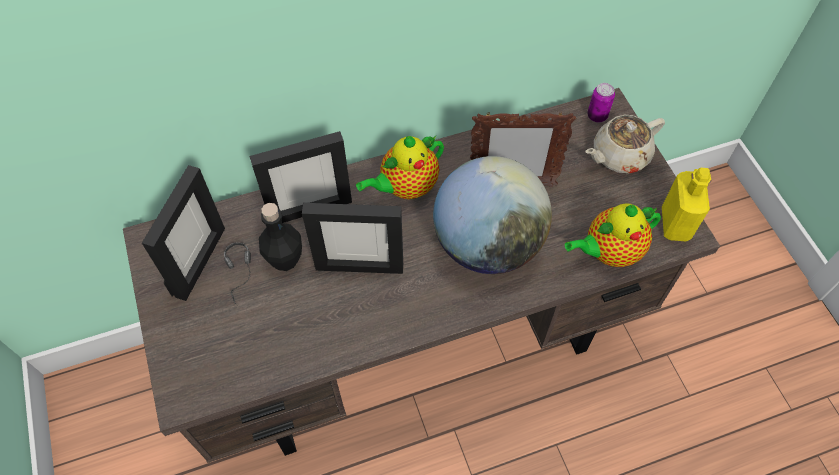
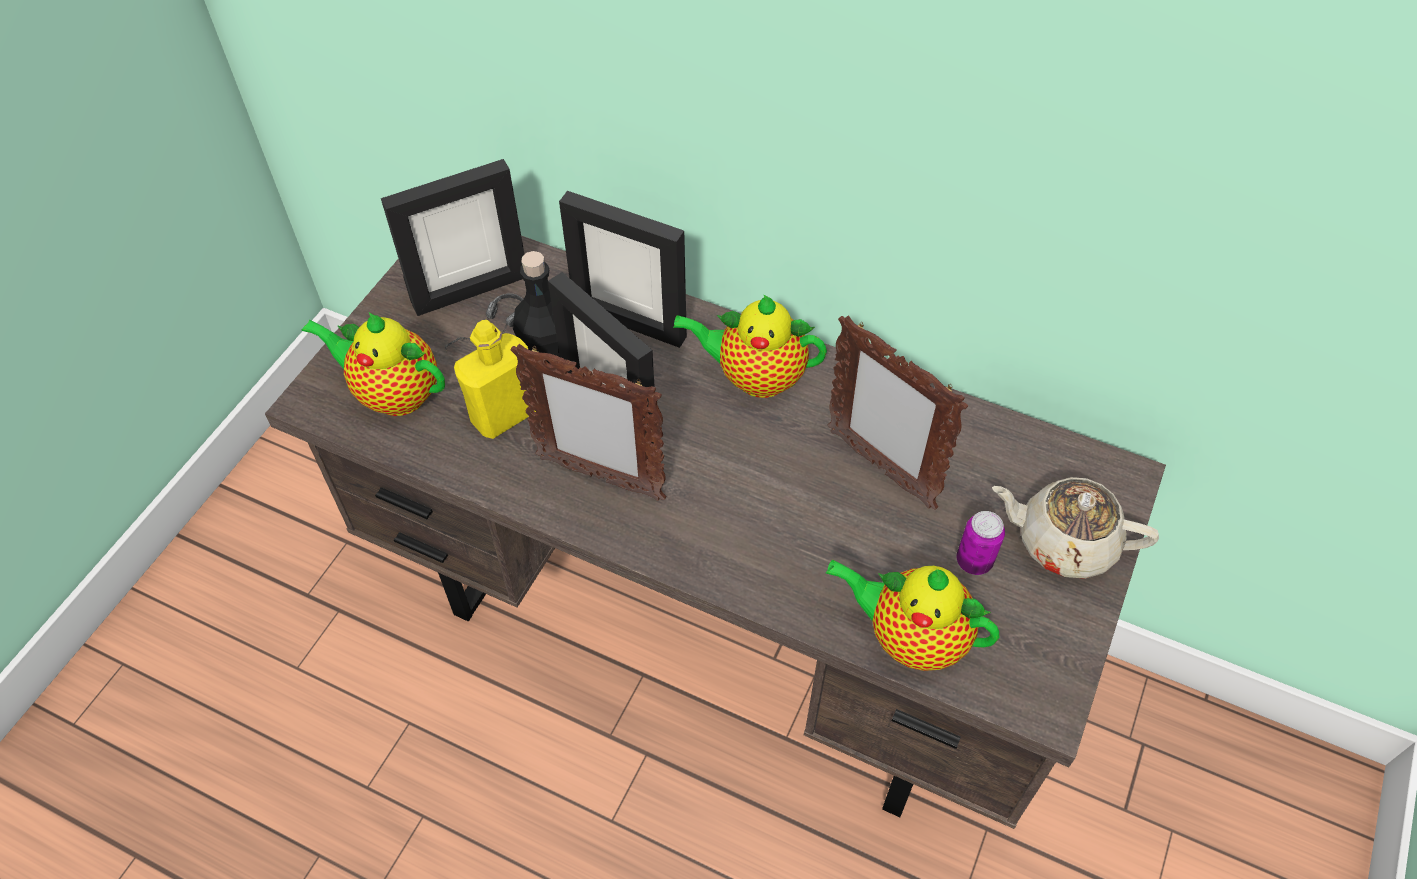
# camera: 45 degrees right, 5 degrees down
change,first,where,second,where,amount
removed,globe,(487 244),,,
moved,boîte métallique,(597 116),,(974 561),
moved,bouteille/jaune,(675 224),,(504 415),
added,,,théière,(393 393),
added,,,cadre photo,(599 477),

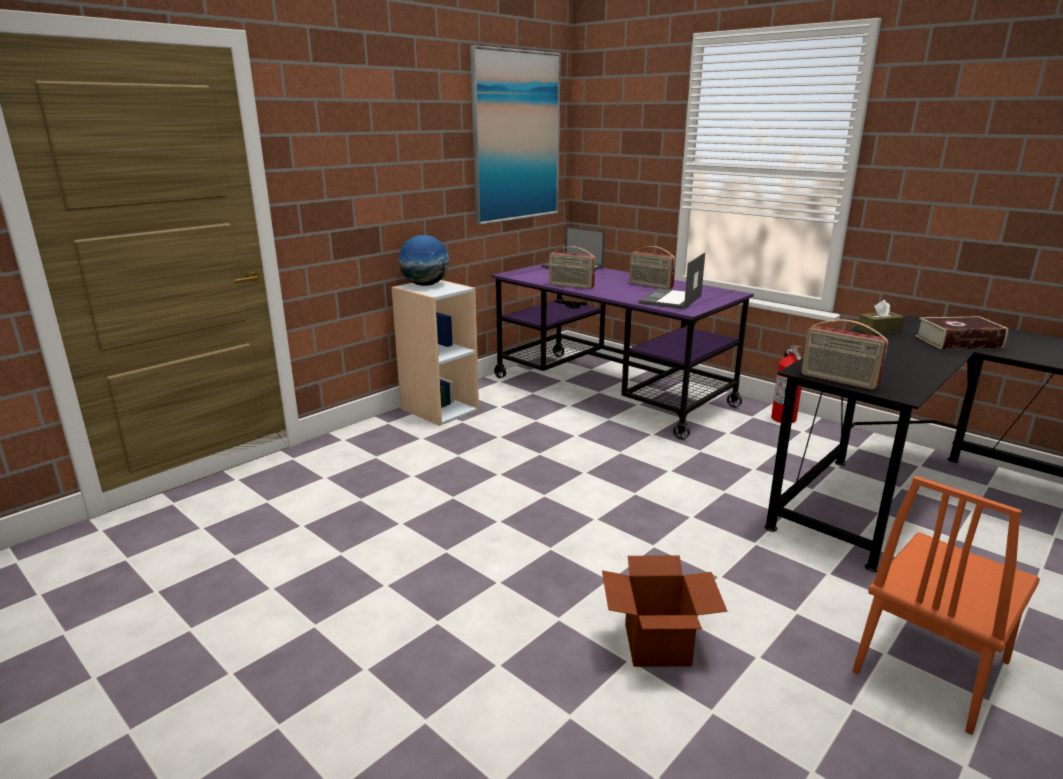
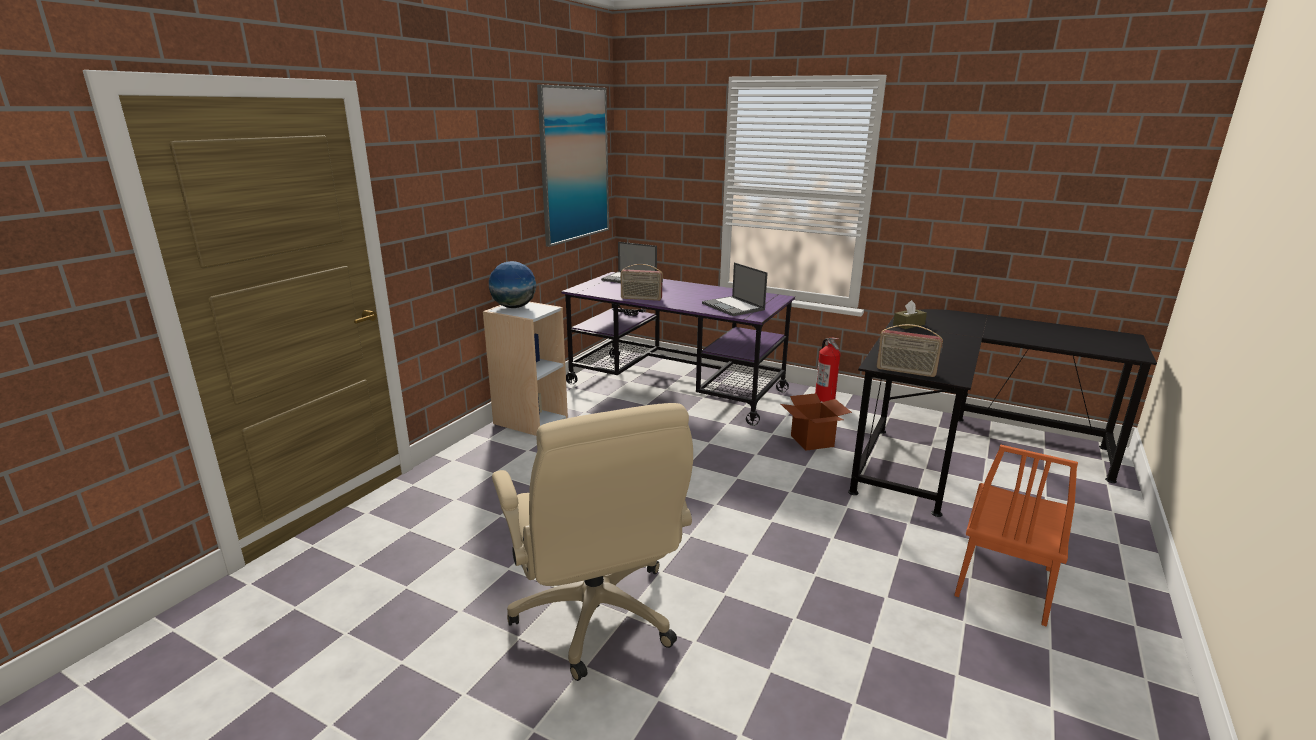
# camera: 15 degrees left, 0 degrees up
change,first,where,second,where,amount
moved,carton,(656 644),,(811 441),
removed,radio,(650 286),,,
turned,ordinateur portable,(670 300),,(733 307),45 degrees counterclockwise
removed,livre,(958 342),,,
added,,,chaise de bureau/beige,(597 622),

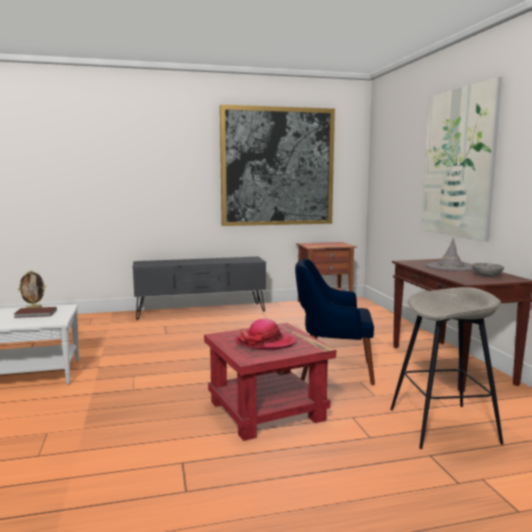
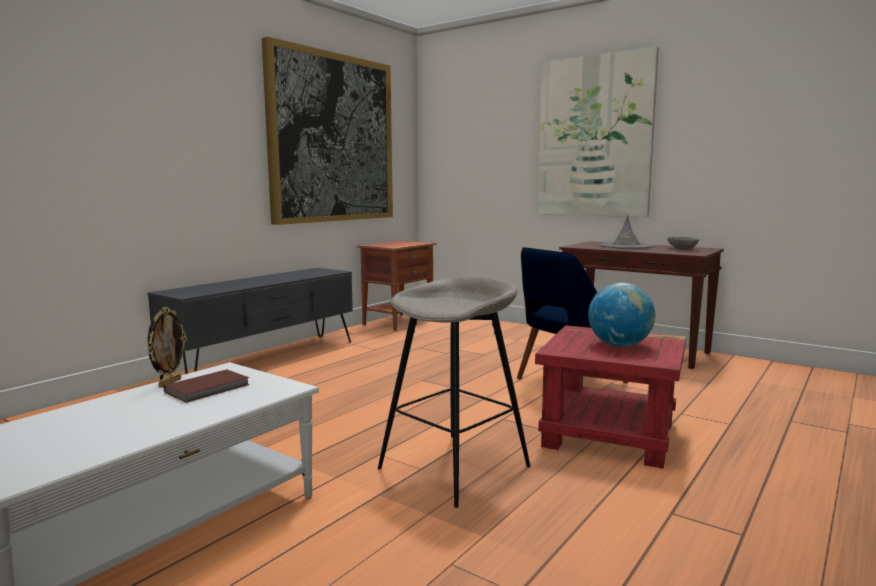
# camera: 40 degrees left, 0 degrees up
change,first,where,second,where,amount
replaced,chapeau,(265 343),globe,(619 345),
moved,tabouret/gris,(443 426),,(455 467),

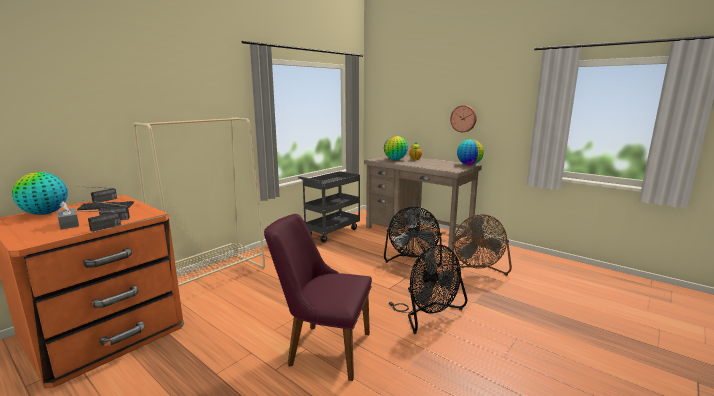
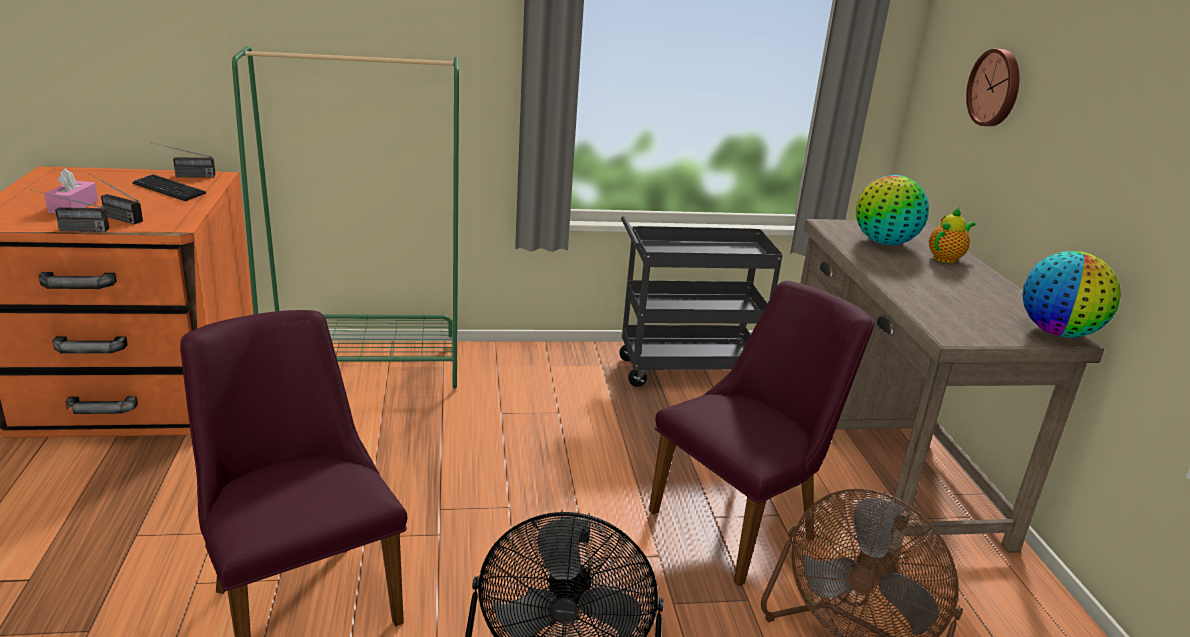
# camera: 40 degrees right, 10 degrees up
change,first,where,second,where,amount
removed,globe,(45 213),,,
recoloured,boîte à mouchoirs/gris,(69 224),boîte à mouchoirs/rose,(73 206),
recoloured,portant/beige,(212 276),portant/vert,(364 366),
replaced,ventilateur/noir,(410 260),chaise/violet,(745 521),
moved,horloge murale,(463 118),,(996 88),

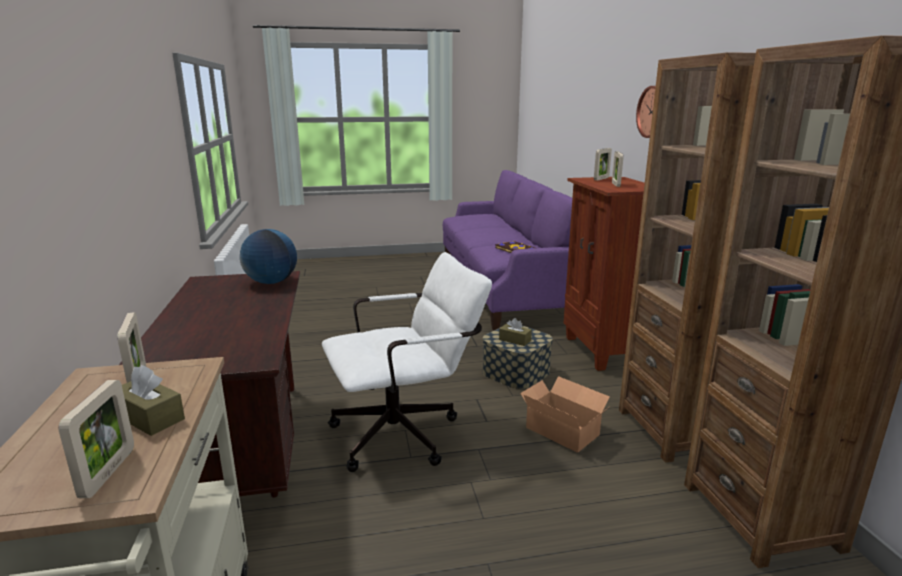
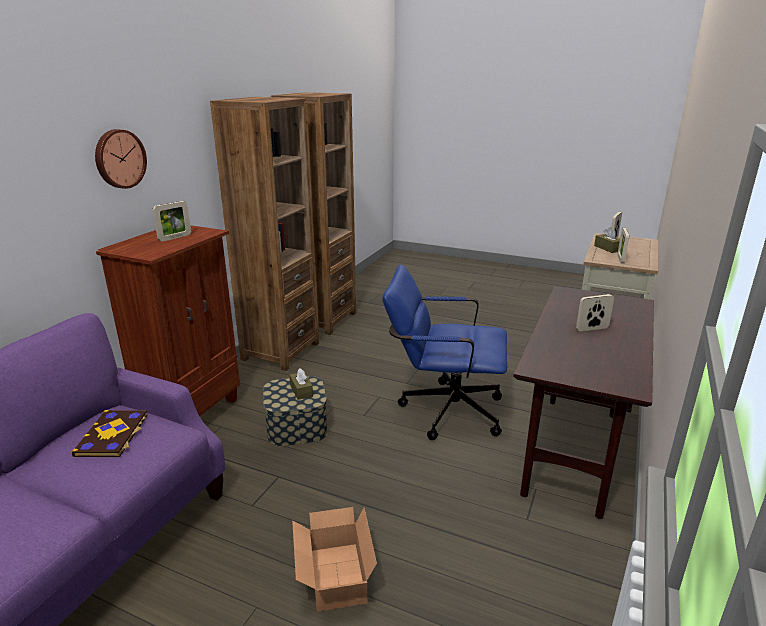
# camera: 145 degrees left, 5 degrees up
change,first,where,second,where,amount
removed,globe,(271 282),,,
recoloured,chaise de bureau/blanc,(406 432),chaise de bureau/bleu,(443 410),
moved,carton,(562 429),,(334 578),
moved,cadre photo,(601 179),,(592 329),

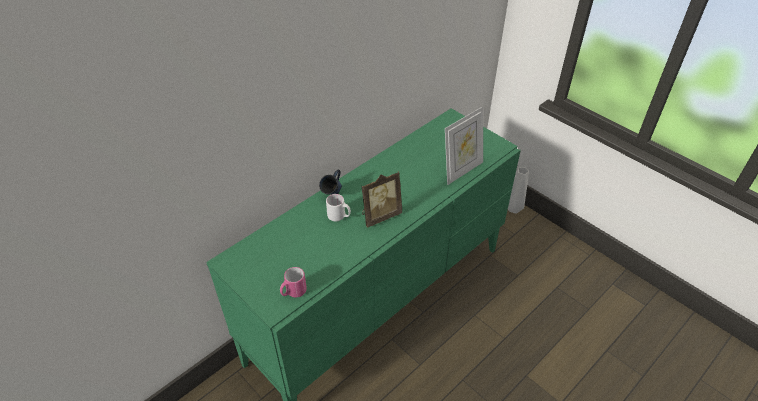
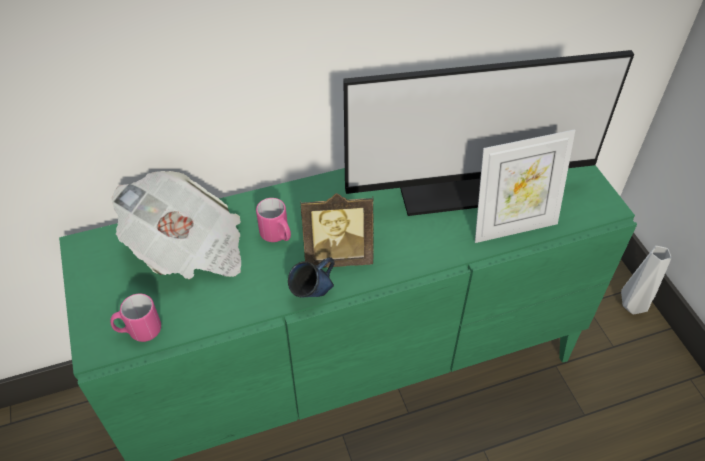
# camera: 25 degrees right, 5 degrees up
change,first,where,second,where,amount
moved,mug/bleu,(332 195),,(313 295),
recoloured,mug/blanc,(339 217),mug/rose,(277 236),
added,,,journal,(189 248),
added,,,écran d'ordinateur,(464 182),

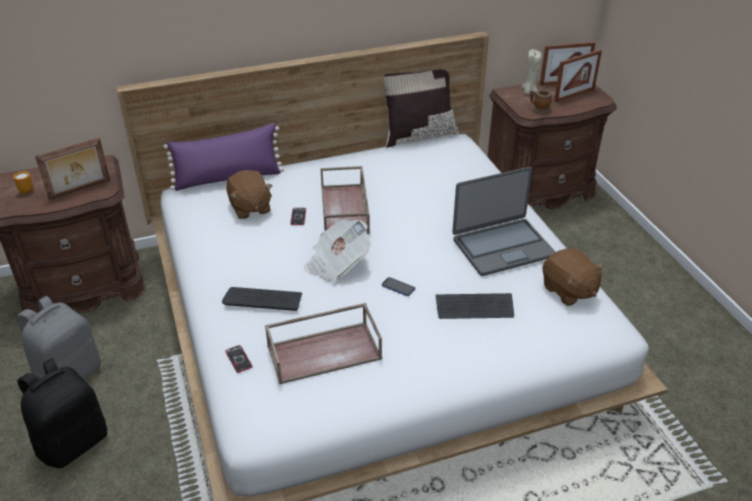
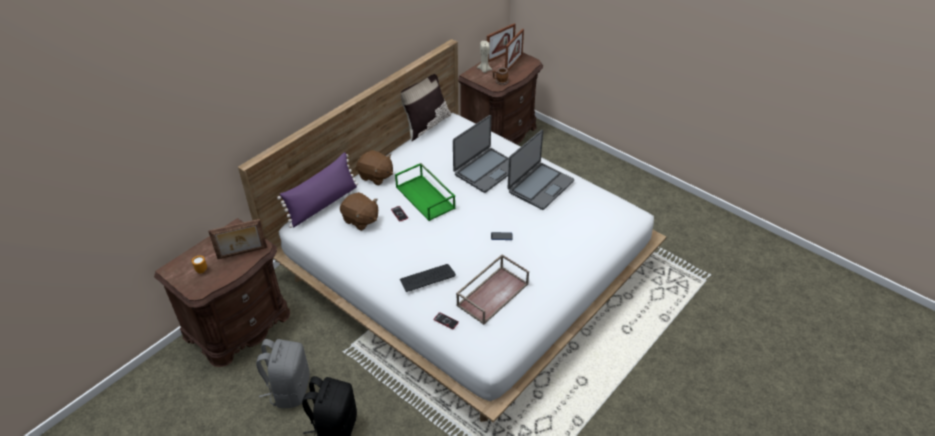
# camera: 30 degrees left, 5 degrees up
change,first,where,second,where,amount
turned,cadre photo,(80 190),,(242 253),45 degrees clockwise
removed,journal,(337 264),,,
recoloured,plateau/marron,(345 210),plateau/vert,(426 197),
removed,clavier,(474 307),,,
moved,peluche/marron,(568 291),,(376 176),
added,,,ordinateur portable,(486 170),

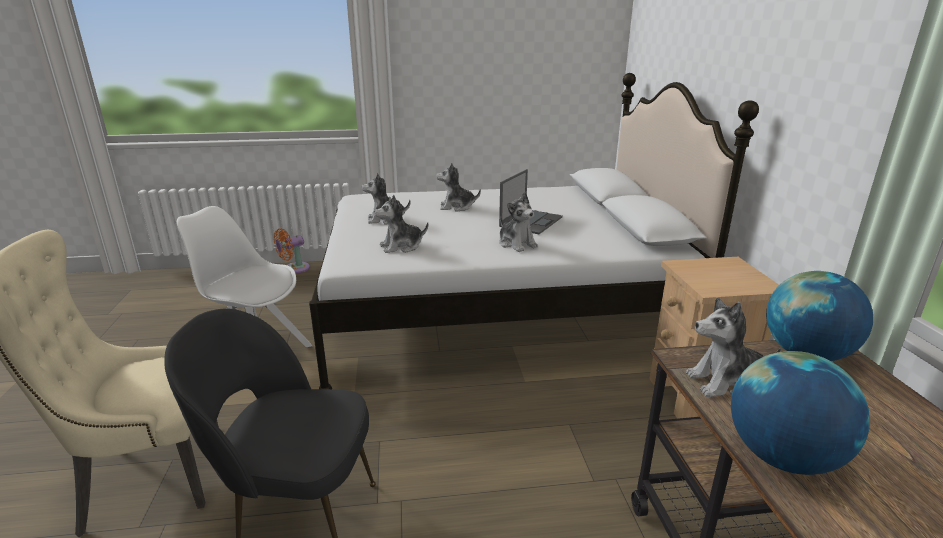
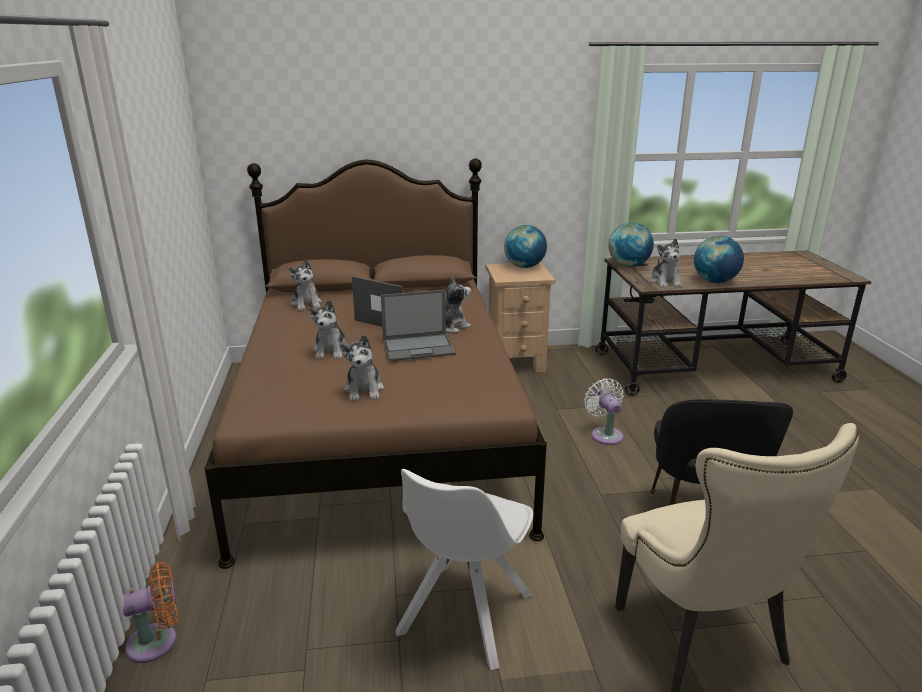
# camera: 90 degrees left, 0 degrees up
change,first,where,second,where,amount
turned,ventilateur/orange,(294 269),,(157 641),75 degrees counterclockwise
recoloured,lit/blanc,(498 313),lit/marron,(381 433),
moved,peluche,(401 246),,(306 304),
added,,,ordinateur portable,(419 347),
added,,,globe,(524 266),
added,,,ventilateur/blanc,(605 434),

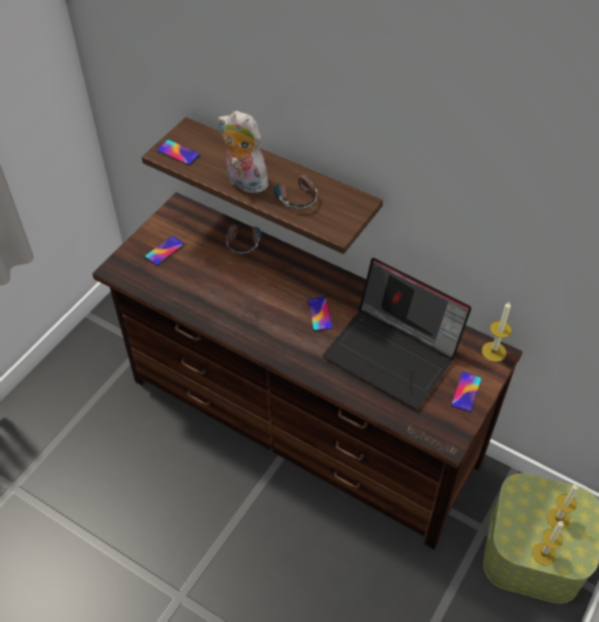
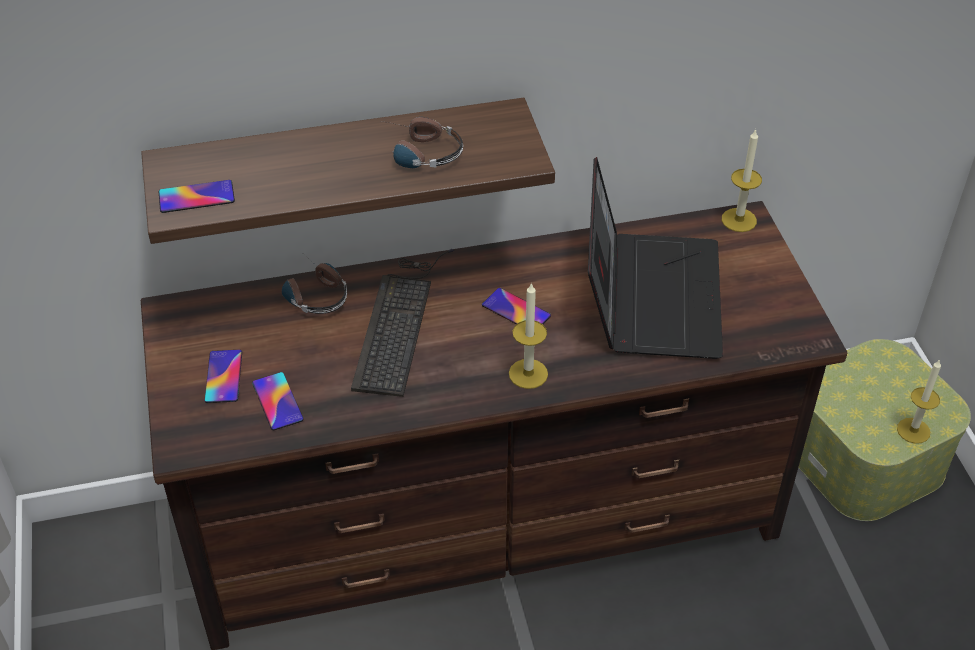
# camera: 45 degrees left, 5 degrees down
change,first,where,second,where,amount
removed,peluche,(244 182),,,
turned,ordinateur portable,(394 354),,(649 294),75 degrees counterclockwise
moved,téléphone,(466 392),,(277 401),
moved,bougie,(558 519),,(528 374),
added,,,clavier,(399 320),

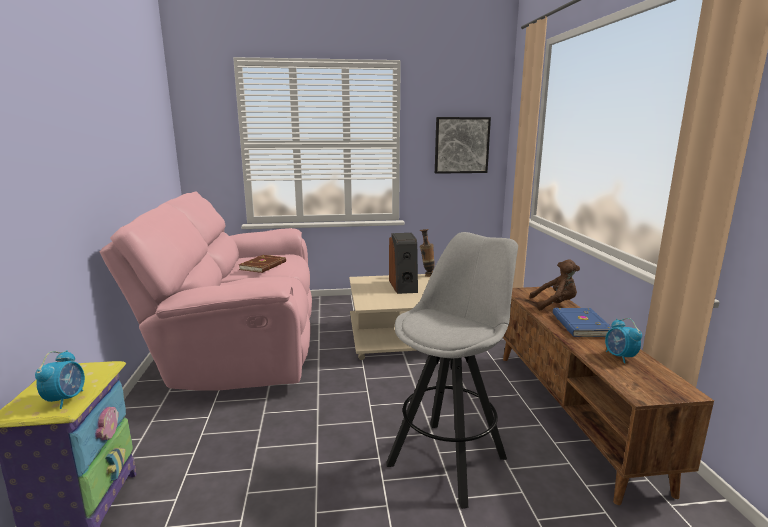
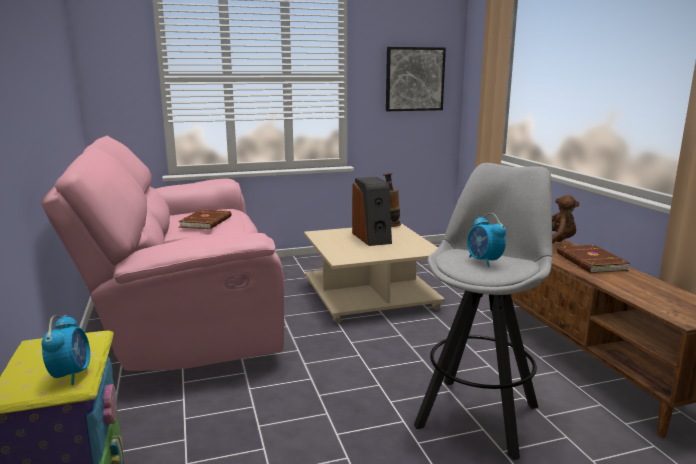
# camera: 10 degrees left, 0 degrees up
change,first,where,second,where,amount
recoloured,livre/bleu,(580 325),livre/marron,(590 262),
moved,réveil,(619 357),,(484 261),

